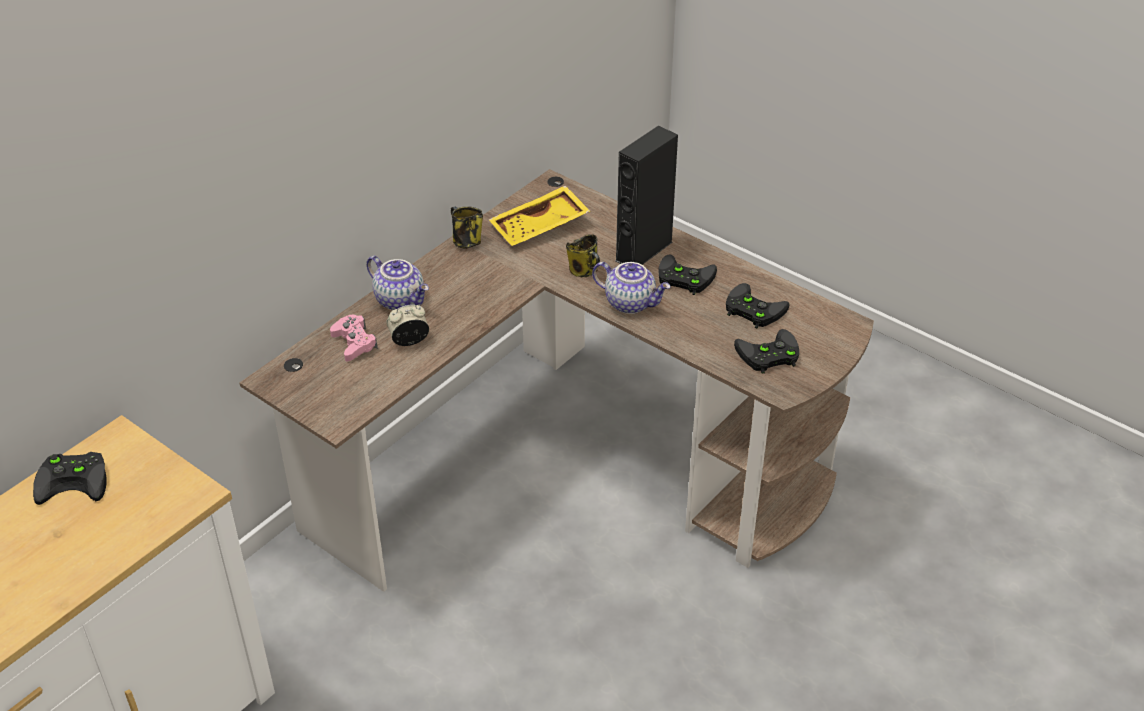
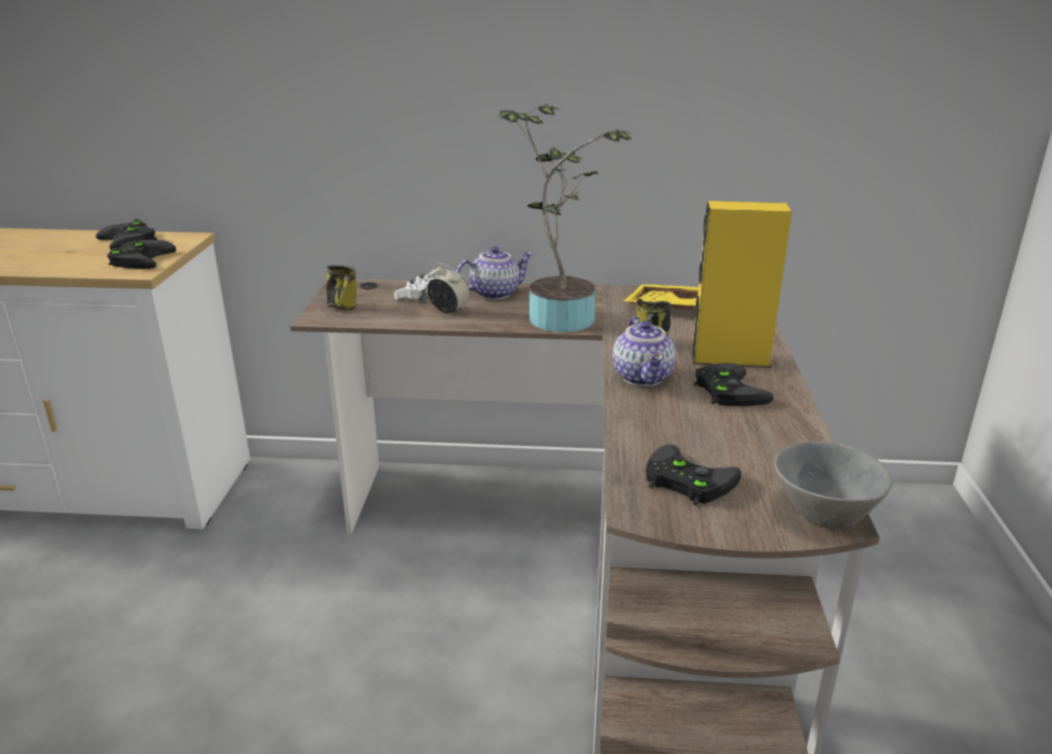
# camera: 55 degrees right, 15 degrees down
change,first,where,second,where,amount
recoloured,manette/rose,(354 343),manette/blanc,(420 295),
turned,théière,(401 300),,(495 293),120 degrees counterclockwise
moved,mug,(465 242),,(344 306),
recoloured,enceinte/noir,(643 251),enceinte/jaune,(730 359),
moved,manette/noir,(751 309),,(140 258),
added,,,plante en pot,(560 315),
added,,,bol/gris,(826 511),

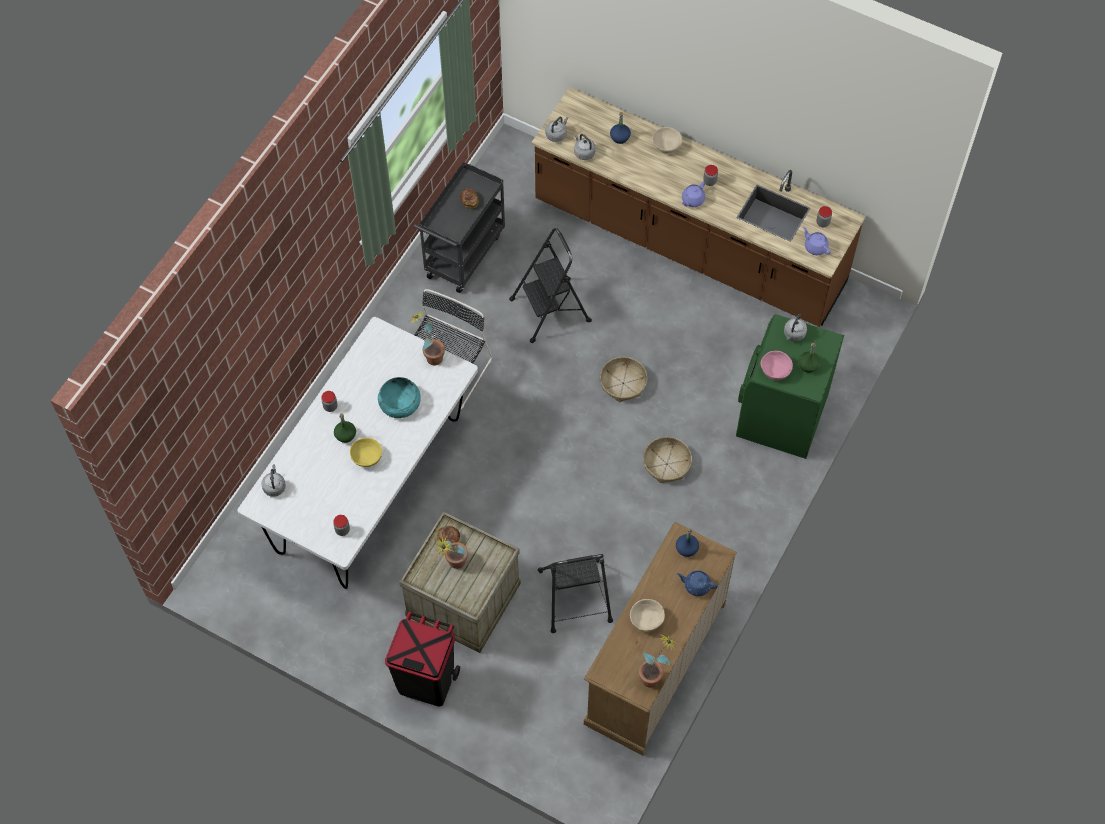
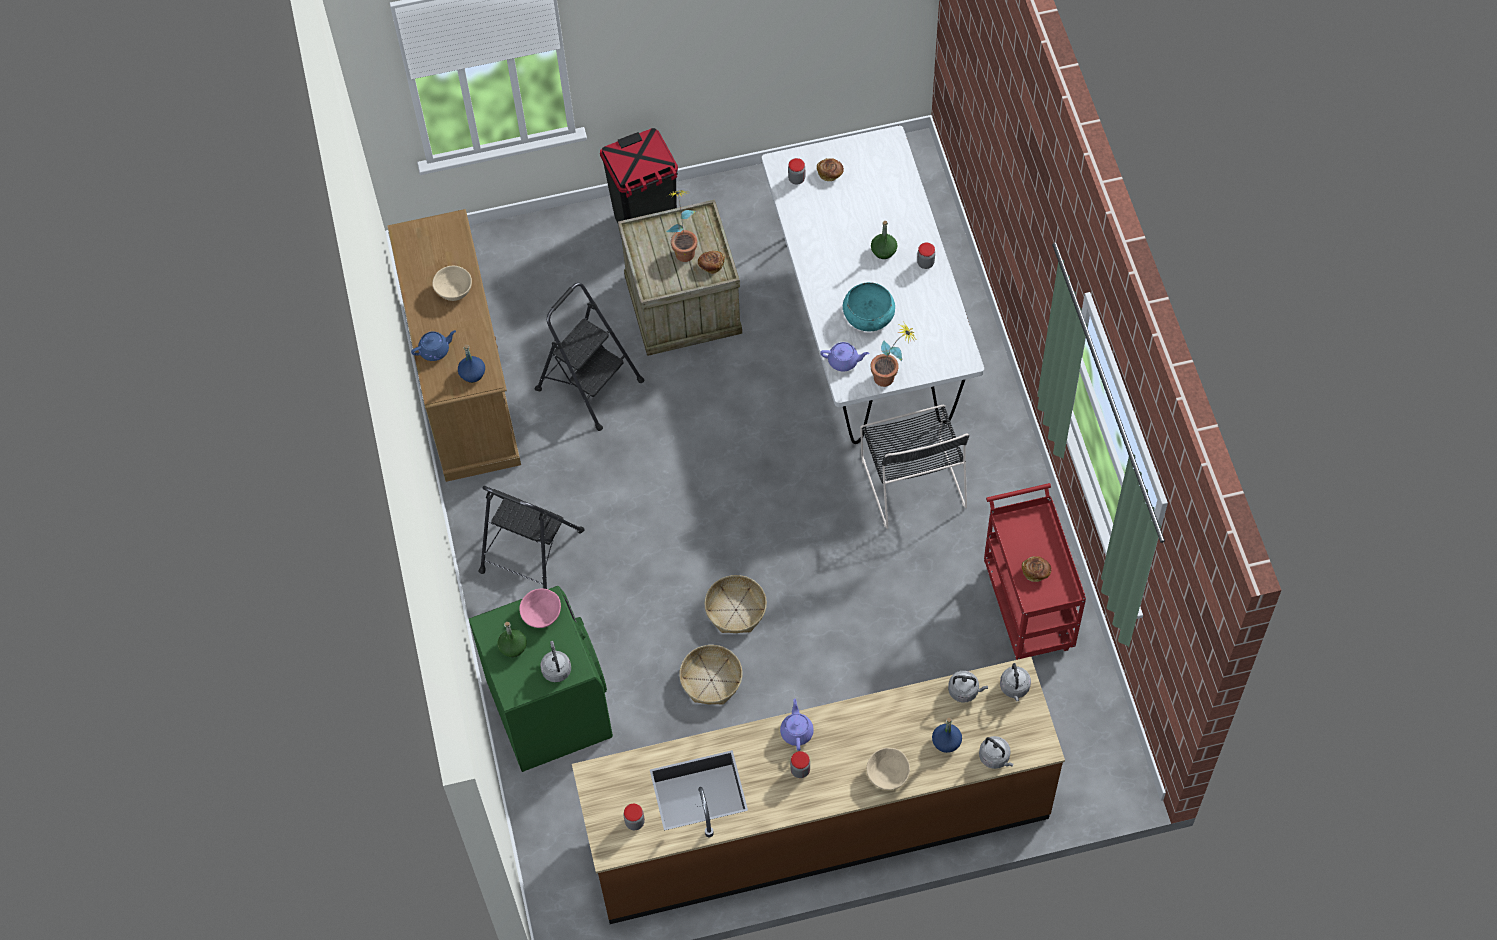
# camera: 140 degrees right, 0 degrees up
change,first,where,second,where,amount
moved,bouilloire/gris,(274 486),,(995 757),
removed,bol/jaune,(367 458),,,
recoloured,chariot/gris,(463 258),chariot/rouge,(1026 606),
moved,escabeau/noir,(552 308),,(529 552),
removed,plante en pot,(655 675),,,
moved,panier,(666 464),,(711 680),
moved,théière/violet,(815 247),,(844 361),
added,,,pain,(830 173),

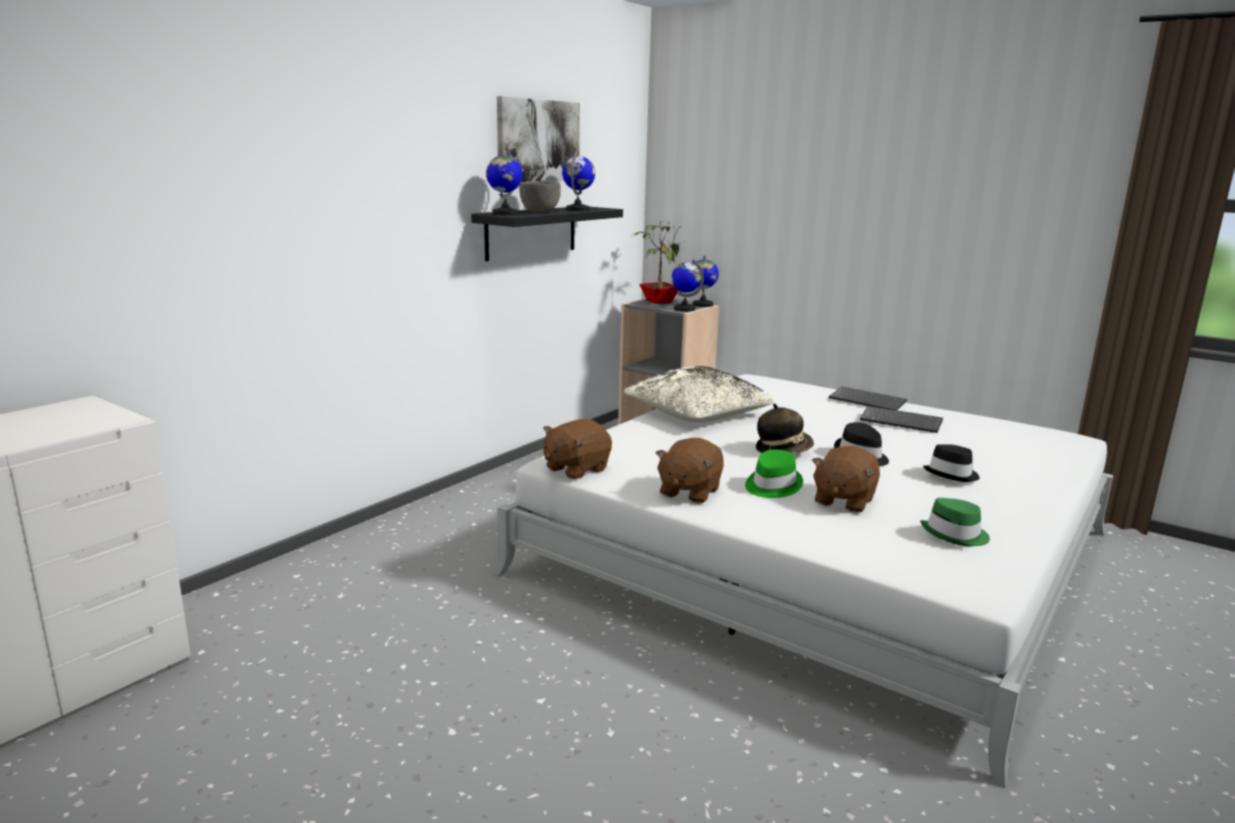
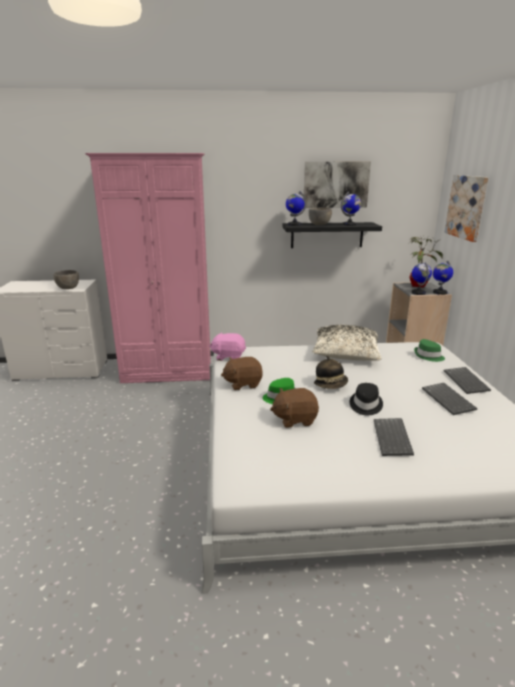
# camera: 50 degrees right, 5 degrees up
change,first,where,second,where,amount
recoloured,peluche/marron,(575 469),peluche/rose,(228 356),
moved,chapeau/vert,(955 535),,(428 356),
replaced,chapeau/noir,(952 474),clavier,(393 438),
added,,,bol/gris,(68 288),
added,,,armoire/rose,(168 370),
added,,,tableau,(466 207),

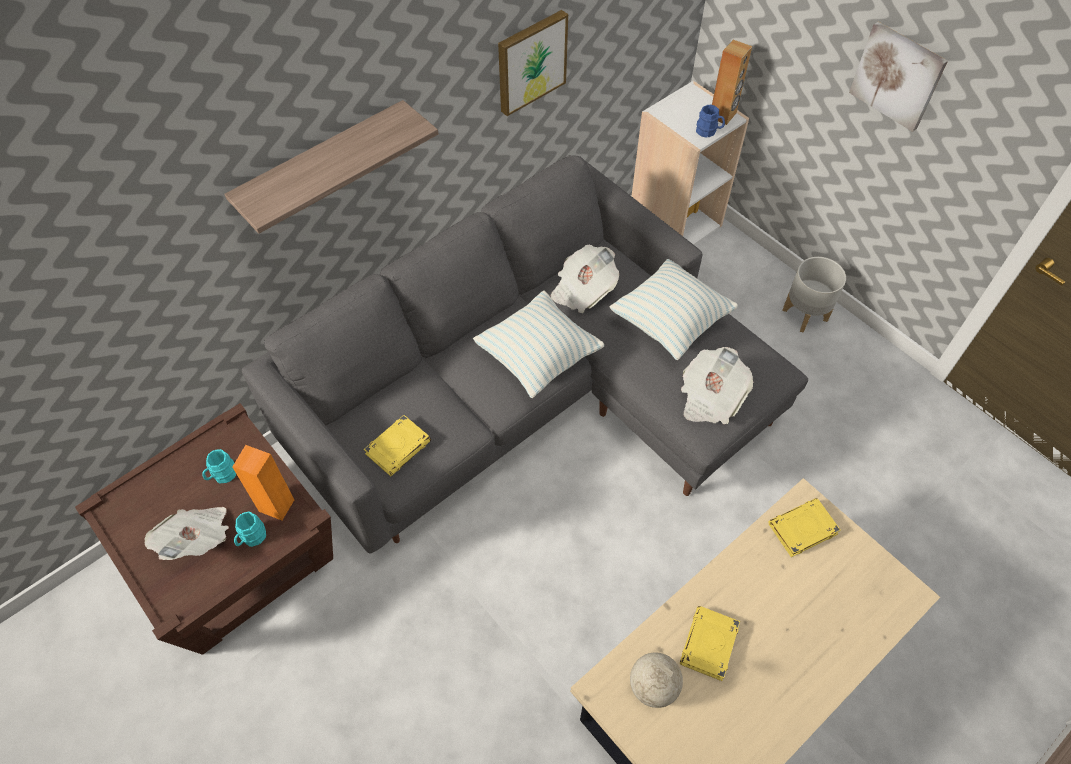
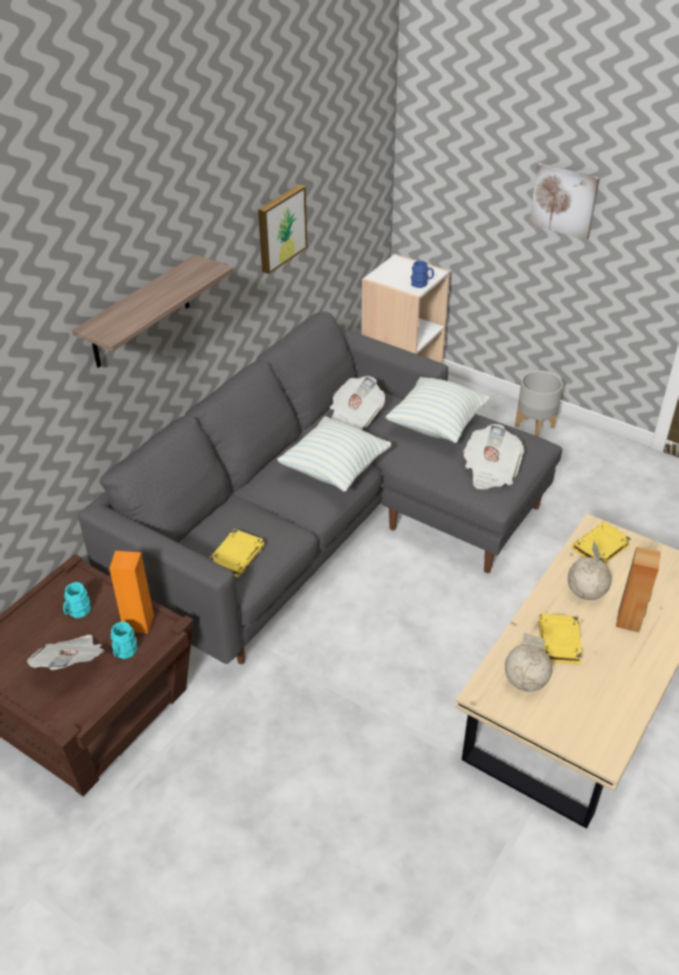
# camera: 15 degrees left, 15 degrees down
change,first,where,second,where,amount
moved,enceinte/marron,(723 115),,(629 620),
added,,,globe,(586 592),

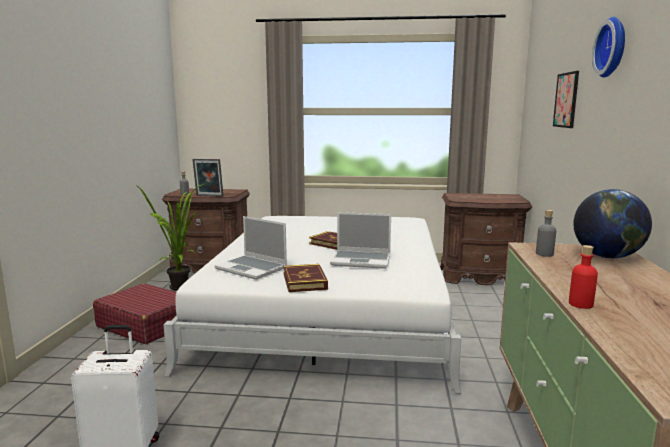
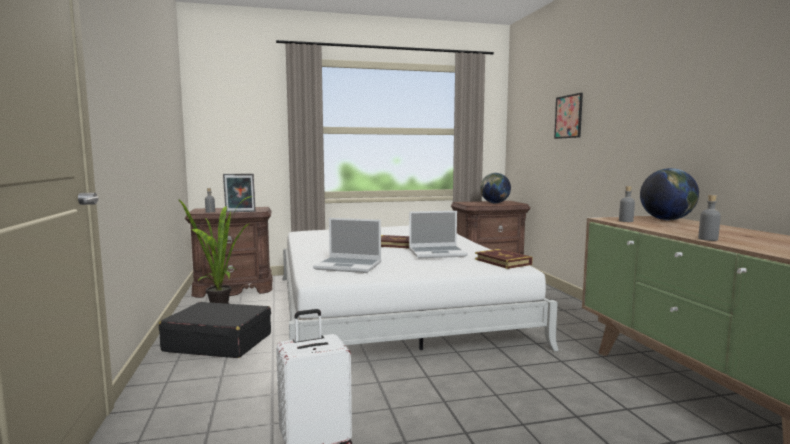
# camera: 20 degrees left, 5 degrees down
change,first,where,second,where,amount
recoloured,valise/rouge,(146 324),valise/noir,(218 342),
moved,livre,(304 281),,(503 262),
recoloured,bouteille/rouge,(580 304),bouteille/gris,(708 239),
removed,horloge murale,(613 47),,,
added,,,globe,(494 203),

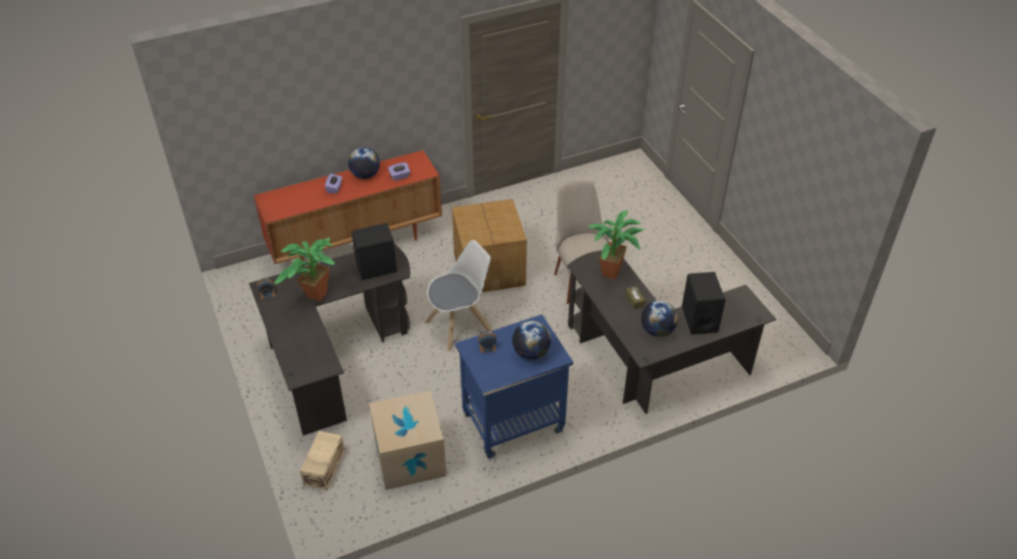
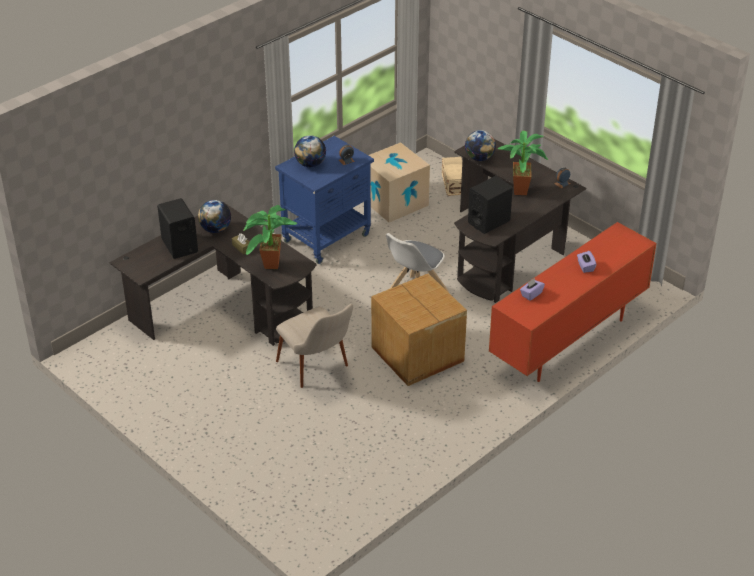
# camera: 160 degrees right, 5 degrees down
change,first,where,second,where,amount
moved,globe,(365 175),,(479 158),

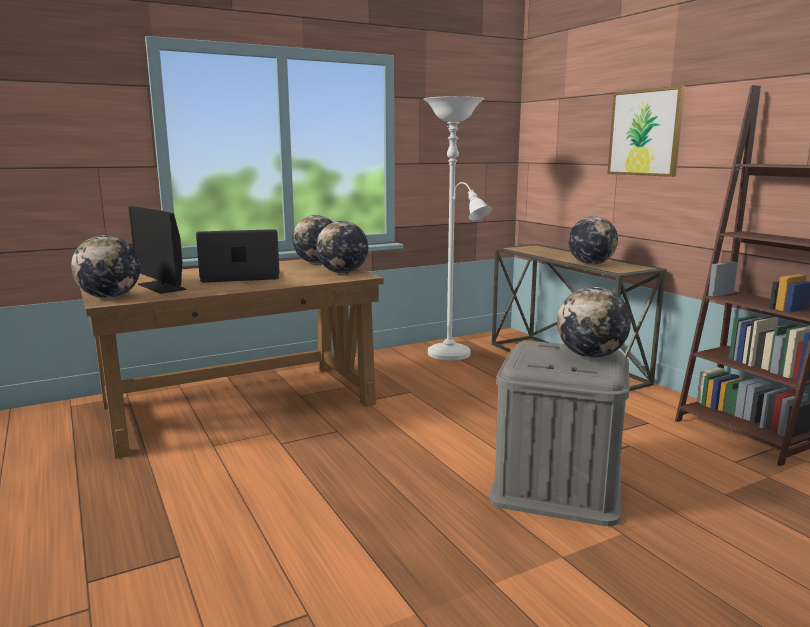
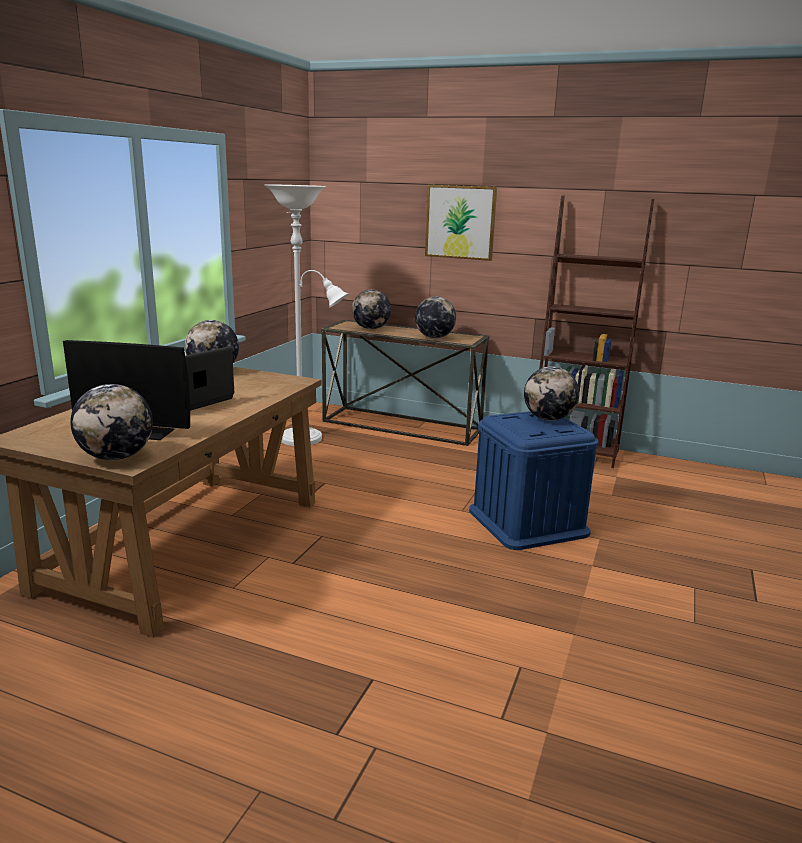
# camera: 40 degrees left, 5 degrees up
change,first,where,second,where,amount
moved,globe,(342 273),,(371 328),
recoloured,boîte de rangement/gris,(557 485),boîte de rangement/bleu,(527 521),

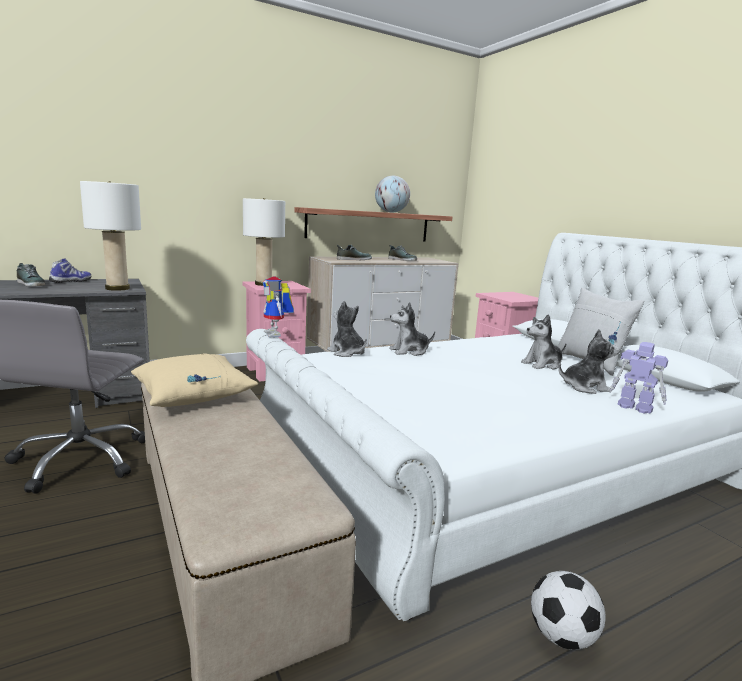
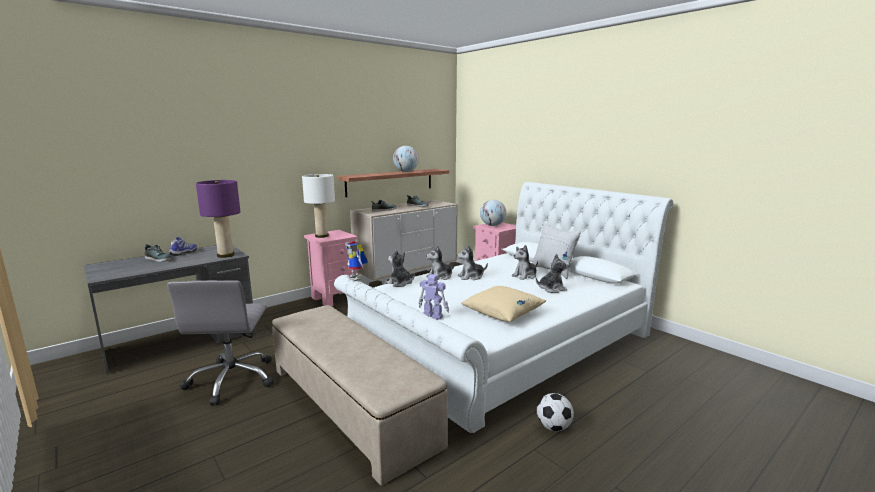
# camera: 10 degrees left, 0 degrees up
change,first,where,second,where,amount
recoloured,lampe de table/blanc,(117 288),lampe de table/violet,(225 255),
moved,coussin/beige,(193 396),,(502 313),
moved,robot jouet,(633 407),,(432 316),
added,,,peluche,(471 277),
added,,,globe,(492 225),

